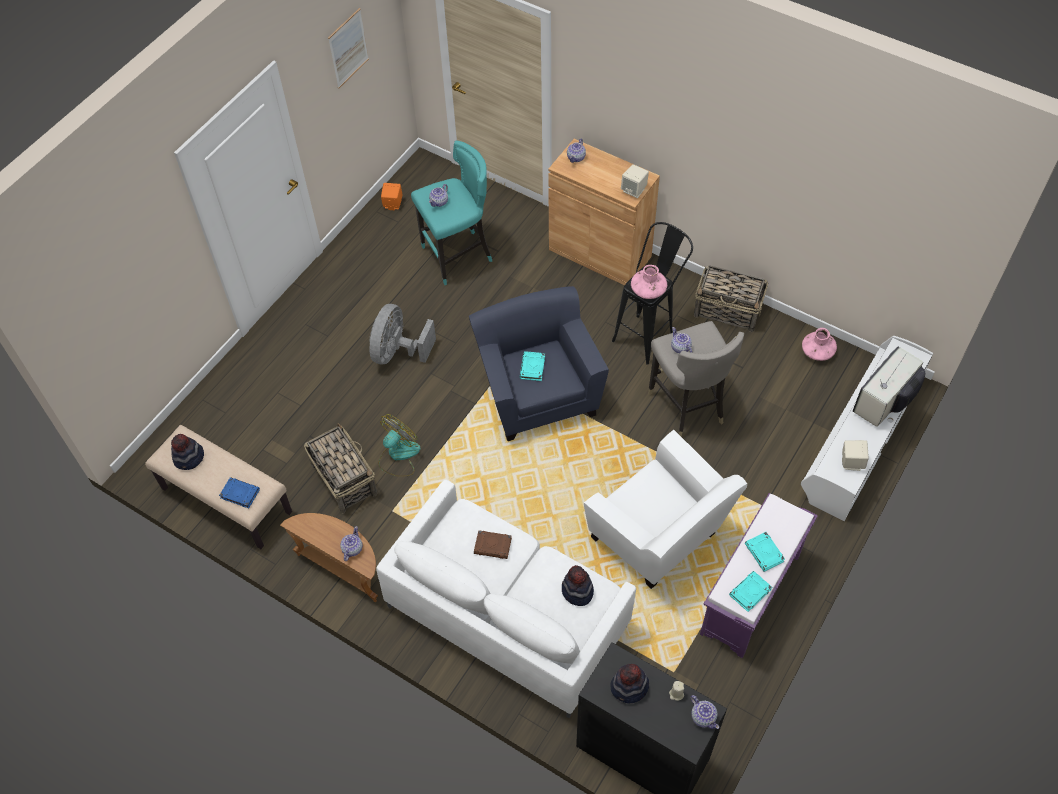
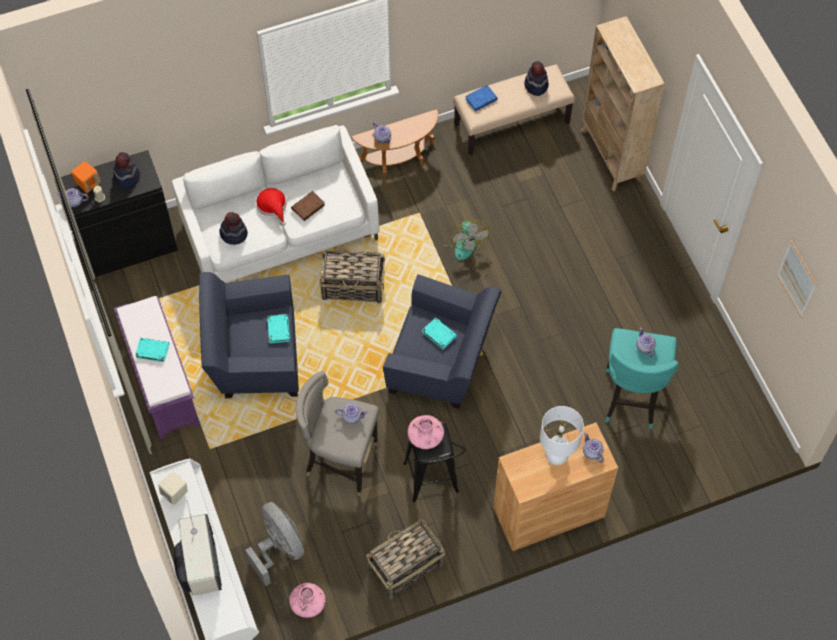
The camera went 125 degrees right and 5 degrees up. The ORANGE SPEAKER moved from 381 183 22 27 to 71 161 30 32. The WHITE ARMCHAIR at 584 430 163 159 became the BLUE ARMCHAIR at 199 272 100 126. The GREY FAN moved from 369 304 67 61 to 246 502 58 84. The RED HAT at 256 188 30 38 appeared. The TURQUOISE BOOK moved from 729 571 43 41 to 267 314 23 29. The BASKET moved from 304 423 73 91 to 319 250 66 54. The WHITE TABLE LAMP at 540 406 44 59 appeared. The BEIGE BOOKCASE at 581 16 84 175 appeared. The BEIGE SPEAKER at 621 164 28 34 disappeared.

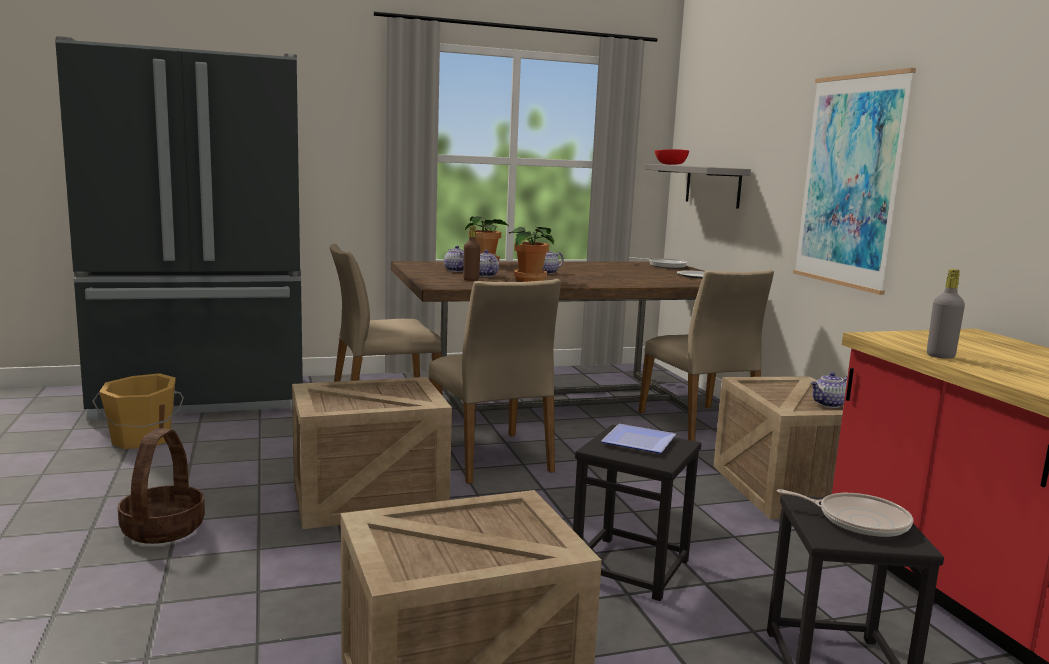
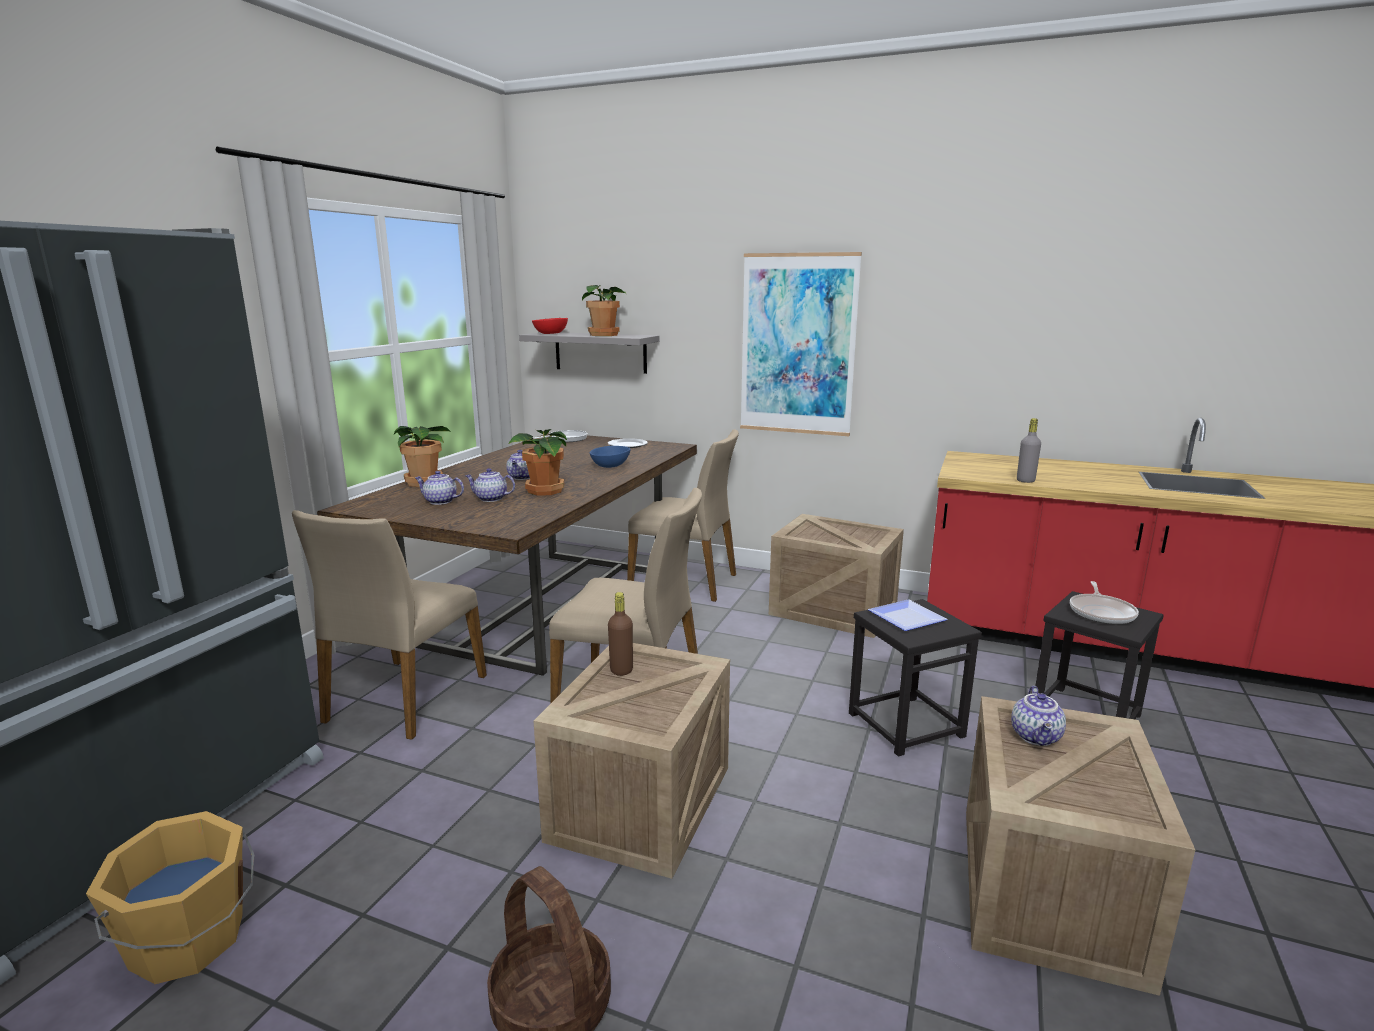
The camera went 50 degrees left and 5 degrees up. The POTTED PLANT at 582 285 44 51 appeared. The BLUE BOWL at 590 446 41 22 appeared. The BROWN BOTTLE moved from 463 226 18 55 to 608 592 25 84. The TEAPOT moved from 811 372 37 36 to 1011 686 55 60. The FRYING PAN at 777 489 136 48 turned 135 degrees clockwise.

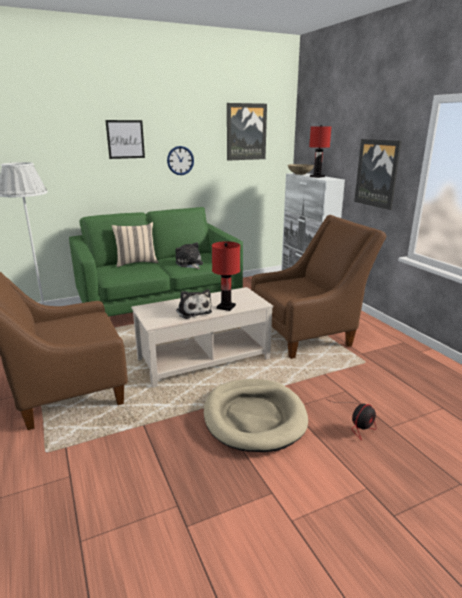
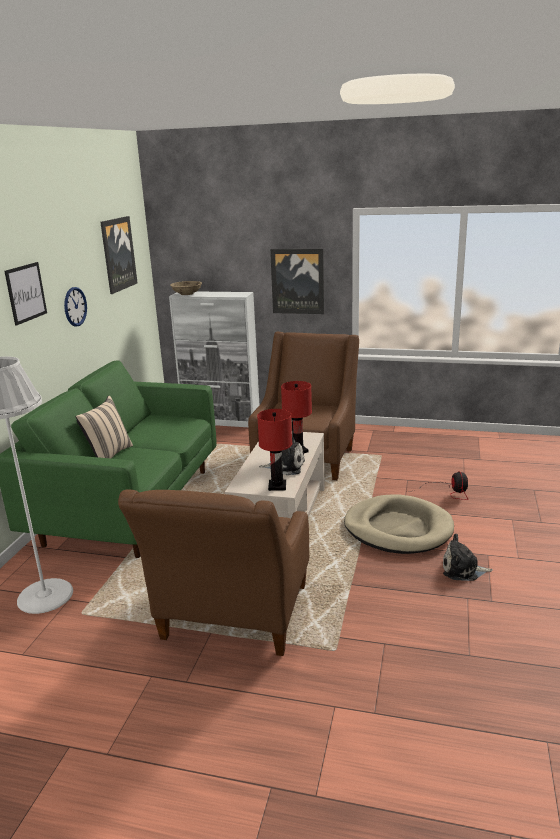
The camera went 50 degrees left and 0 degrees up. The RED TABLE LAMP moved from 309 125 23 53 to 257 409 35 82. The PLUSH TOY moved from 176 242 27 27 to 443 534 50 47.

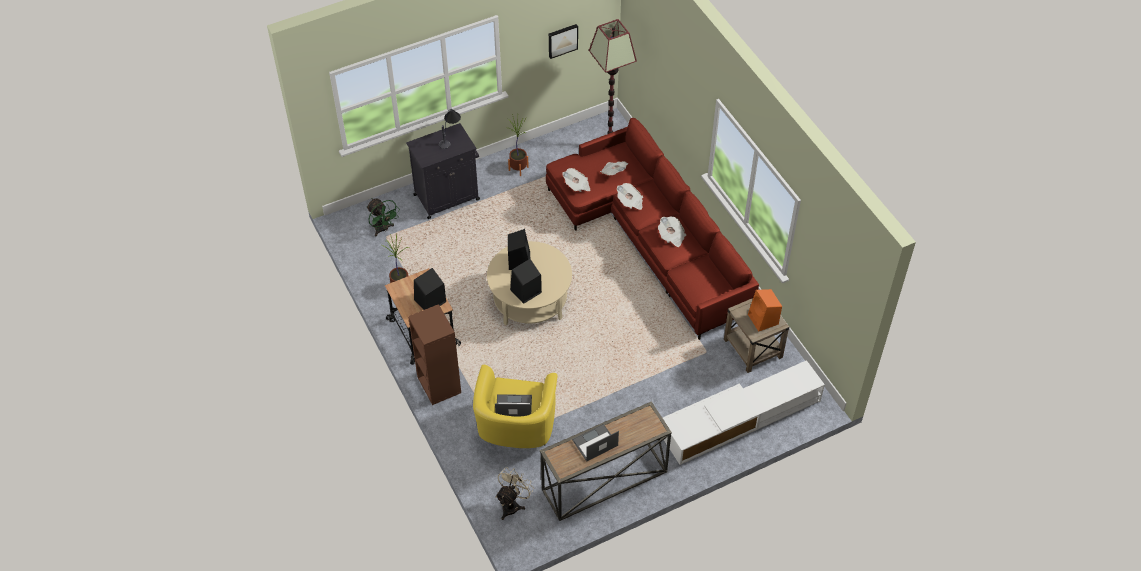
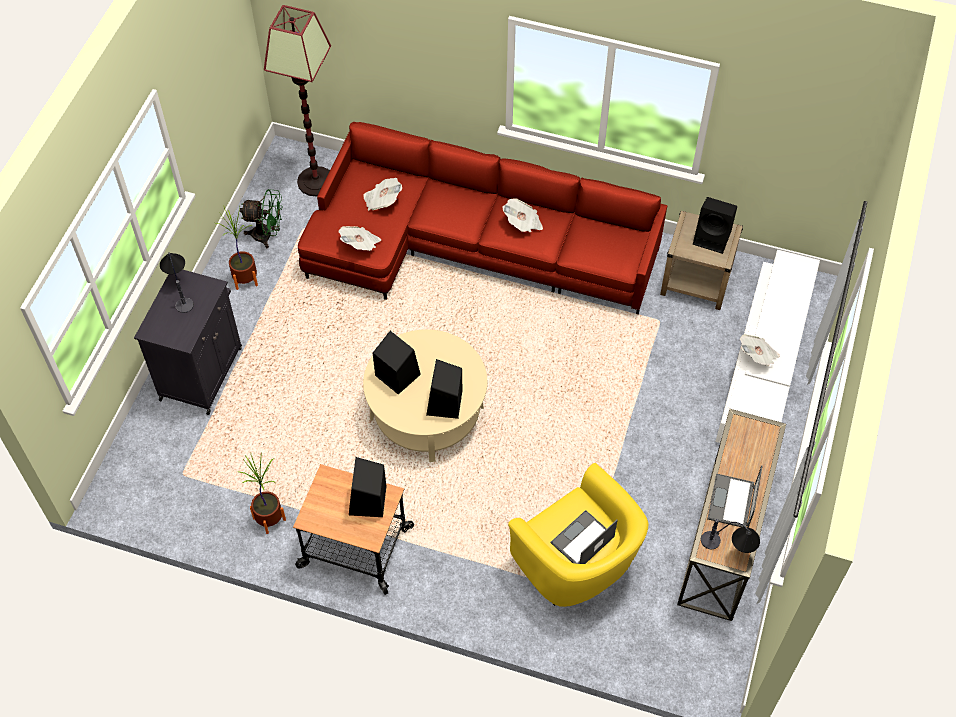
The camera went 45 degrees left and 5 degrees up. The GREEN FAN moved from 366 199 34 37 to 240 189 43 59. The ORANGE SPEAKER at 748 289 34 43 became the BLACK SPEAKER at 693 197 44 57. The TABLE LAMP at 701 519 59 34 appeared. The NEWSPAPER moved from 617 183 26 27 to 740 334 40 32. The BROWN BOOKCASE at 408 304 53 101 disappeared. The BEIGE FAN at 496 467 38 53 disappeared. The PICTURE at 549 24 29 35 disappeared.

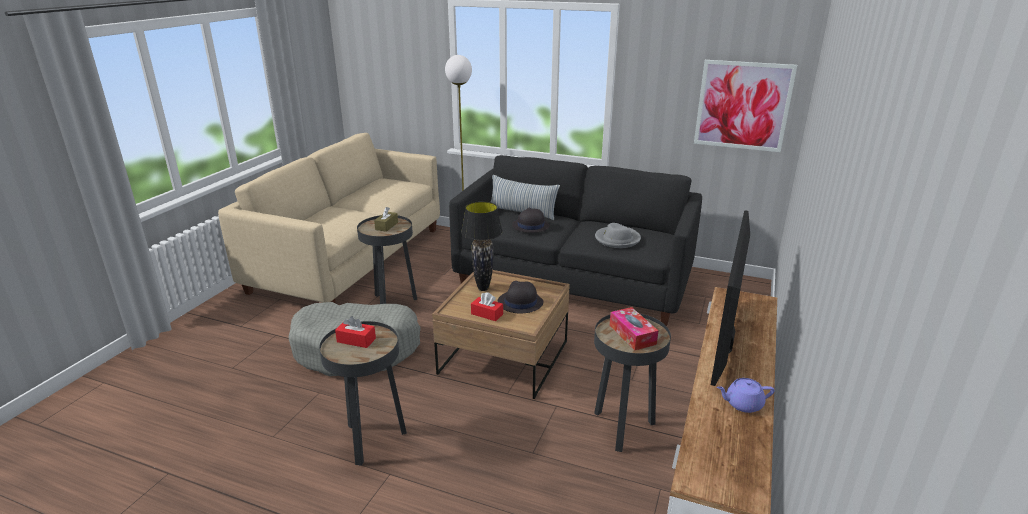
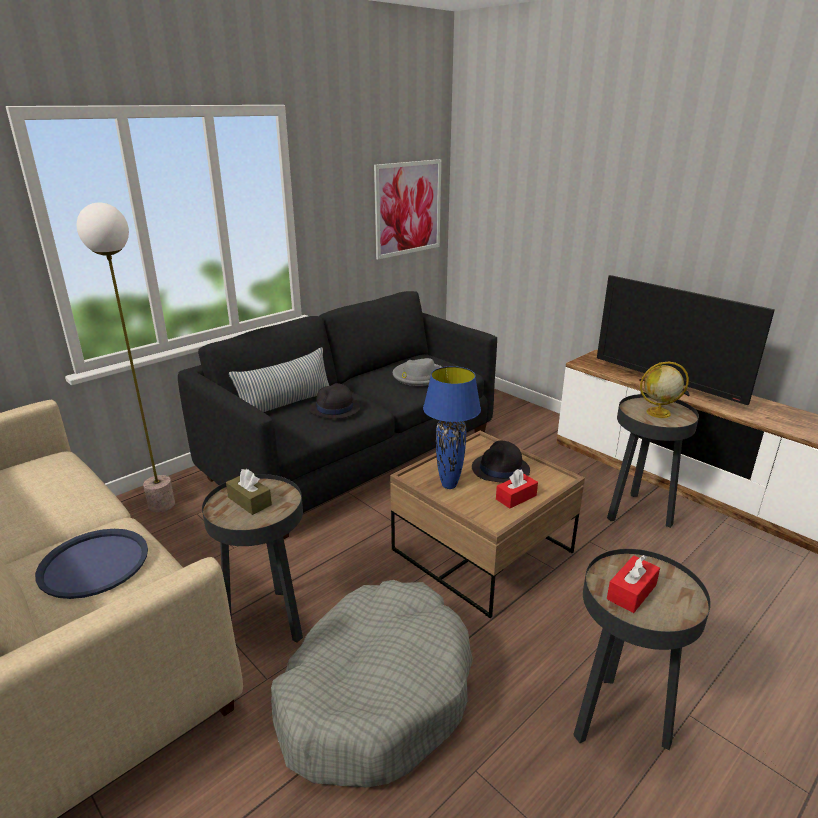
The camera went 65 degrees left and 0 degrees up. The BLUE TRAY at 35 529 113 70 appeared. The BLACK TABLE LAMP at 461 201 42 90 became the BLUE TABLE LAMP at 423 366 58 123. The TISSUE BOX at 610 307 48 43 was replaced by the GLOBE at 640 362 49 56. The PURPLE TEAPOT at 717 378 57 35 disappeared.

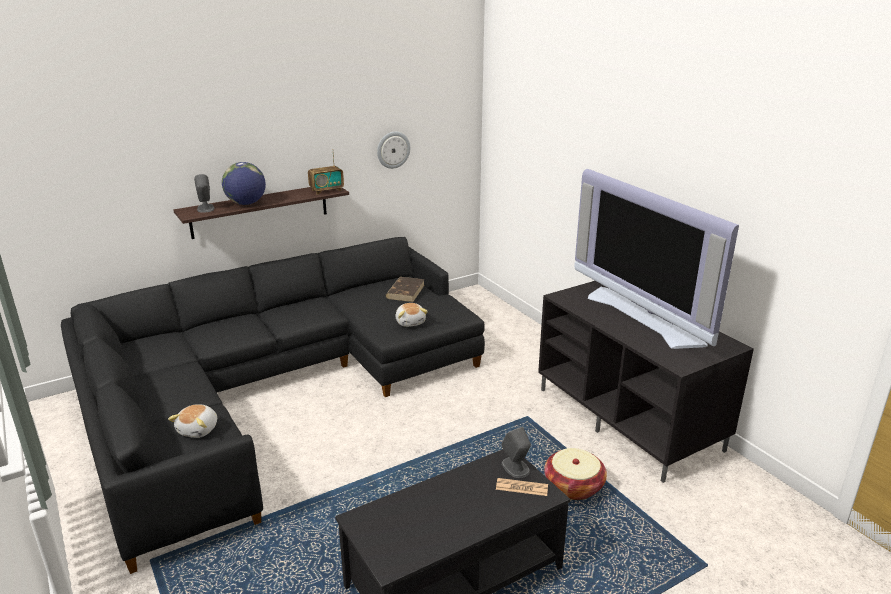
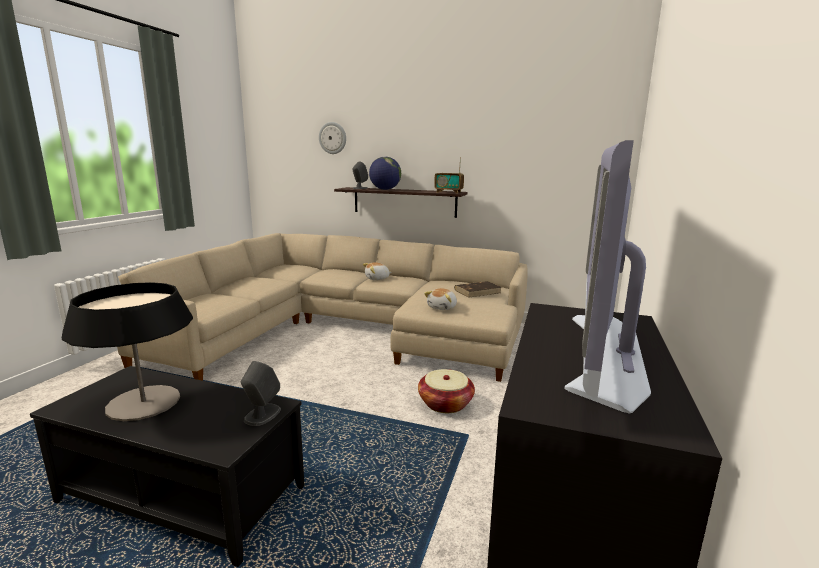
The camera went 50 degrees right and 10 degrees down. The TABLE LAMP at 62 282 131 139 appeared. The BLACK SOFA at 61 237 424 337 became the BEIGE SOFA at 117 233 411 149. The WALL CLOCK moved from 377 132 33 37 to 319 122 27 32. The PLUSH TOY moved from 168 404 49 34 to 363 262 29 18. The BASKET moved from 544 448 63 52 to 418 369 57 44. The NEWSPAPER at 496 478 52 18 disappeared.

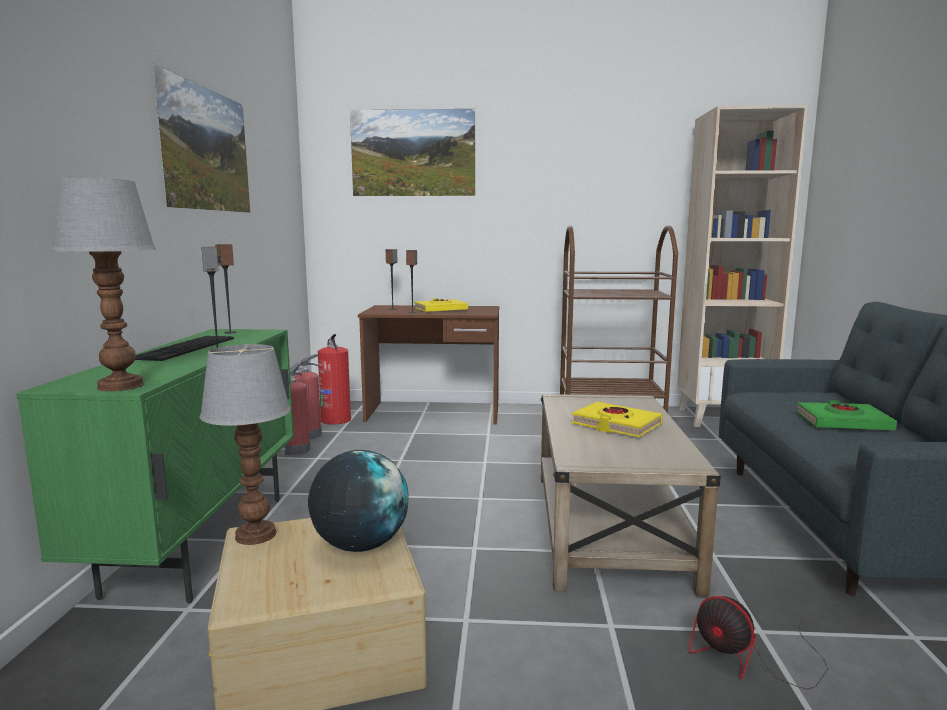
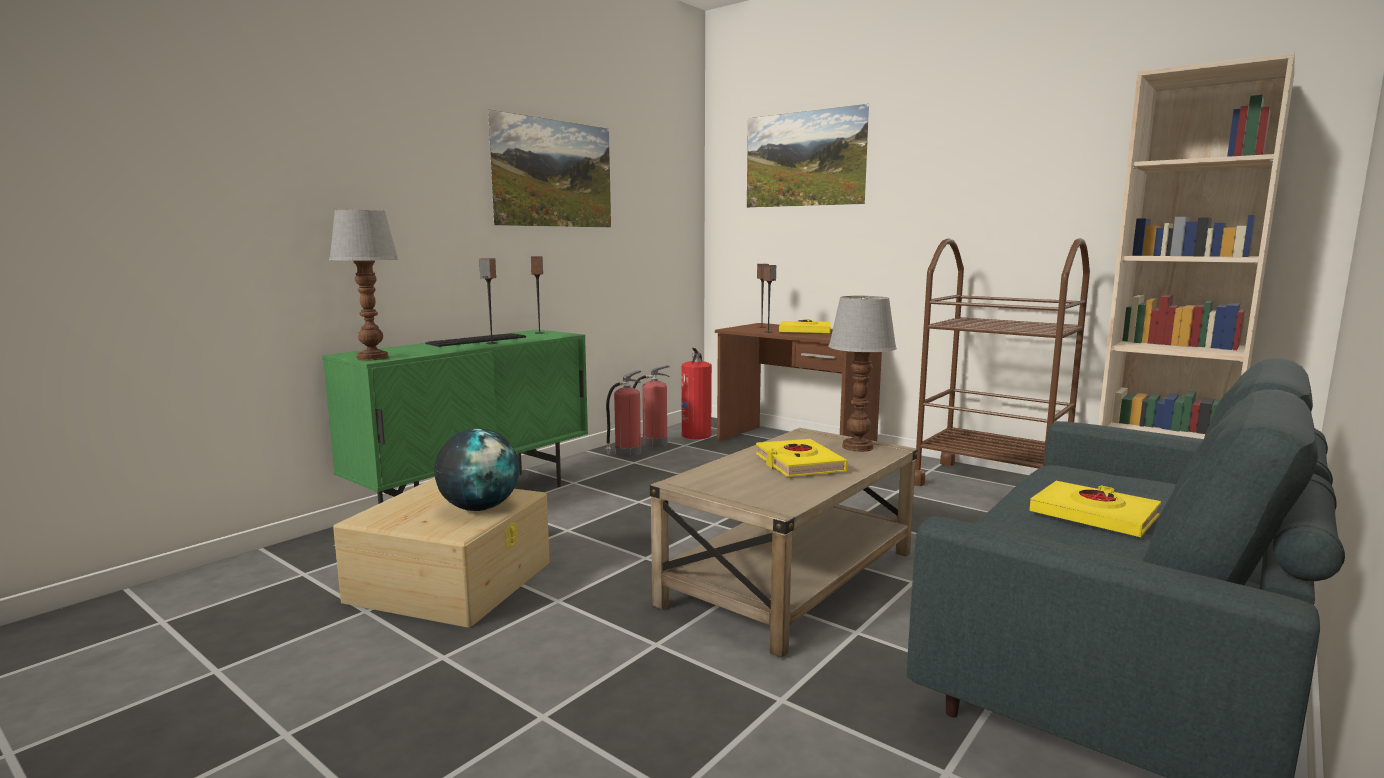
The camera went 35 degrees right and 0 degrees up. The TABLE LAMP moved from 199 344 92 201 to 828 296 69 156. The GREEN BOOK at 796 400 101 30 became the YELLOW BOOK at 1029 481 132 56. The FAN at 689 596 139 94 disappeared.

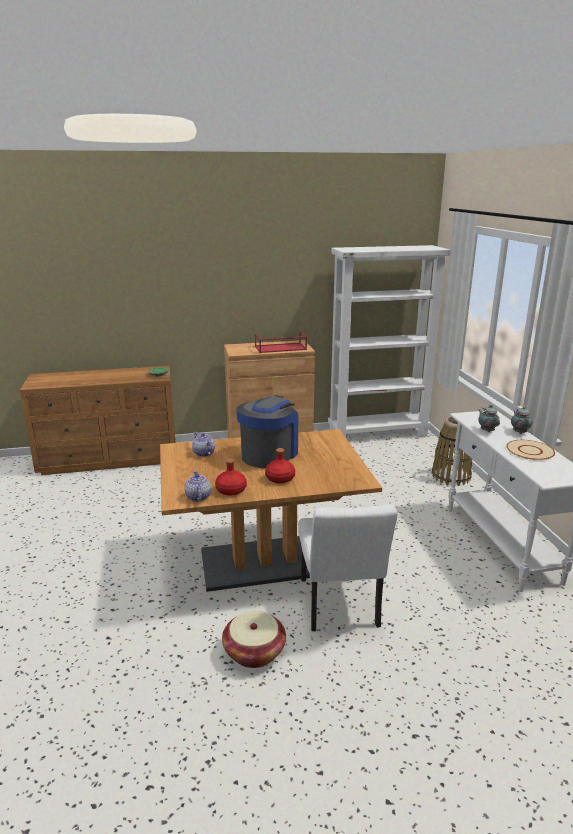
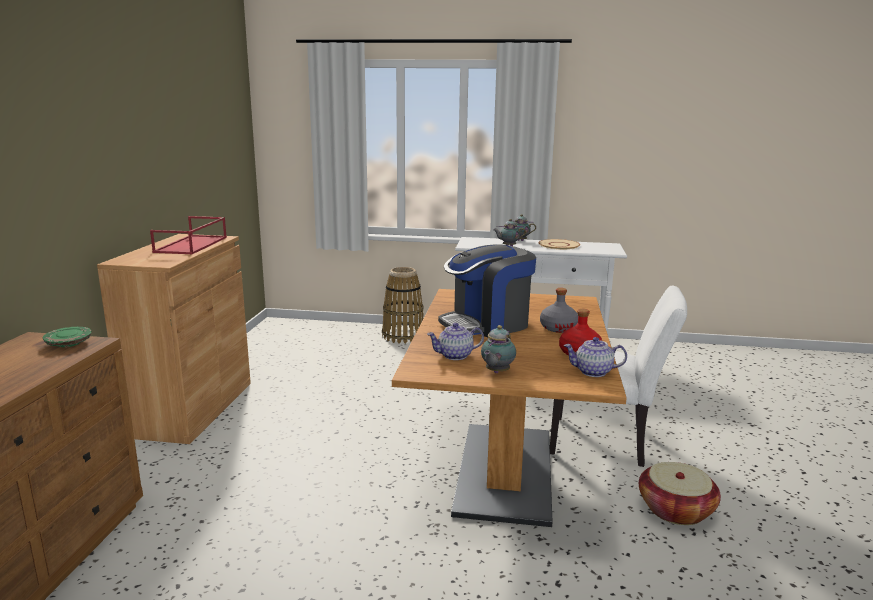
The camera went 70 degrees left and 5 degrees down. The COFFEE MACHINE at 236 395 62 73 turned 75 degrees counterclockwise. The TEAPOT at 481 325 35 48 appeared. The RED BOTTLE at 265 448 30 36 became the GREY BOTTLE at 540 288 38 45. The WHITE BOOKCASE at 328 245 122 192 disappeared.

